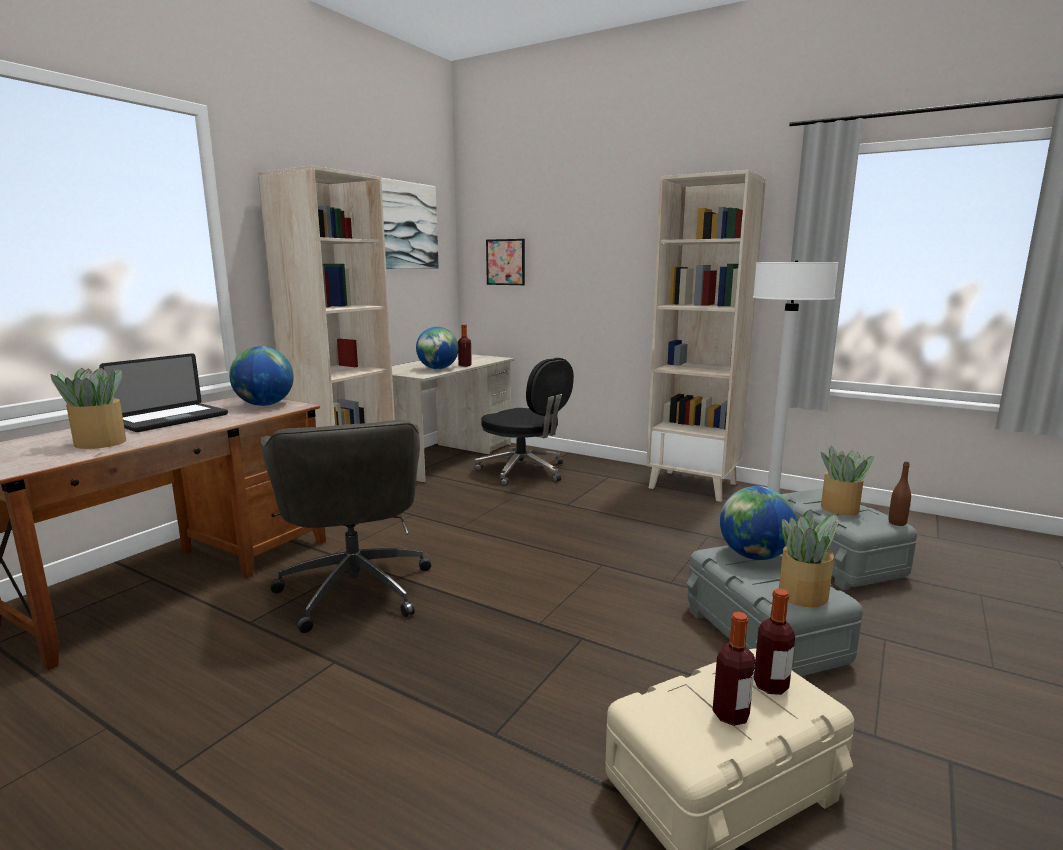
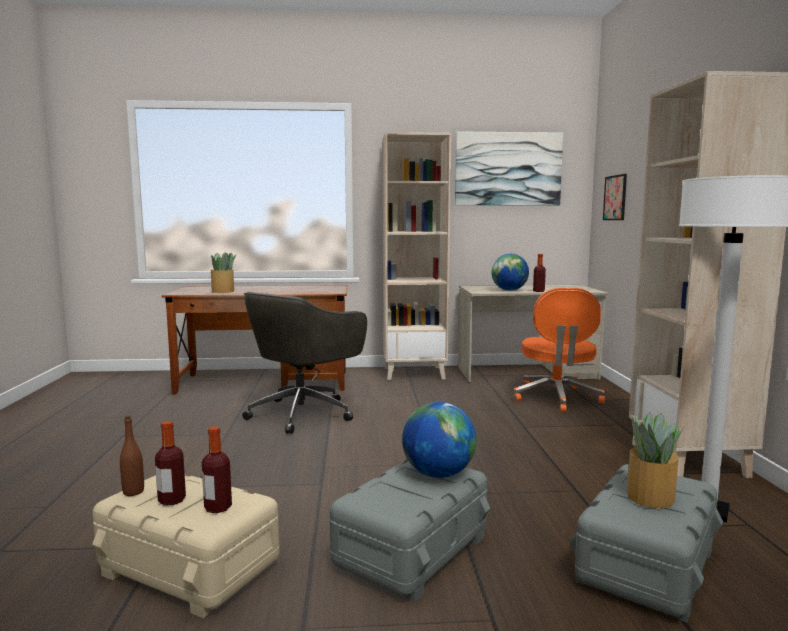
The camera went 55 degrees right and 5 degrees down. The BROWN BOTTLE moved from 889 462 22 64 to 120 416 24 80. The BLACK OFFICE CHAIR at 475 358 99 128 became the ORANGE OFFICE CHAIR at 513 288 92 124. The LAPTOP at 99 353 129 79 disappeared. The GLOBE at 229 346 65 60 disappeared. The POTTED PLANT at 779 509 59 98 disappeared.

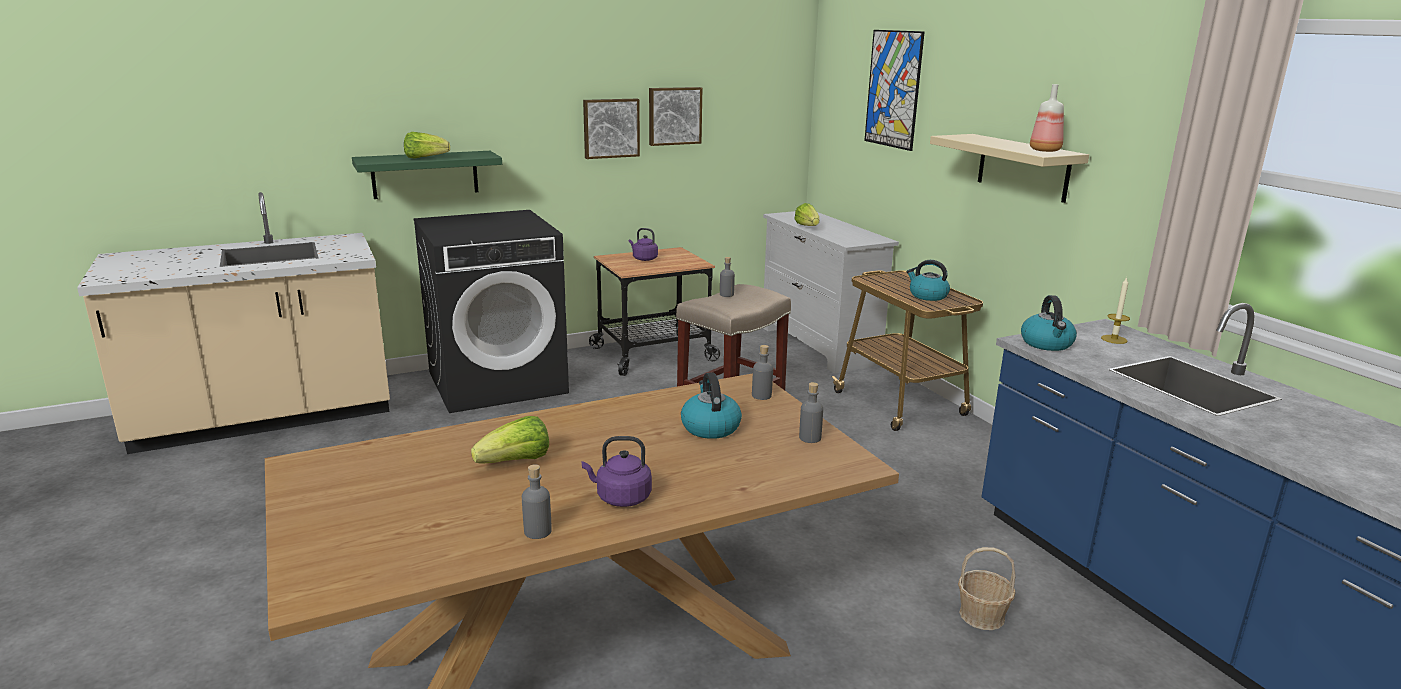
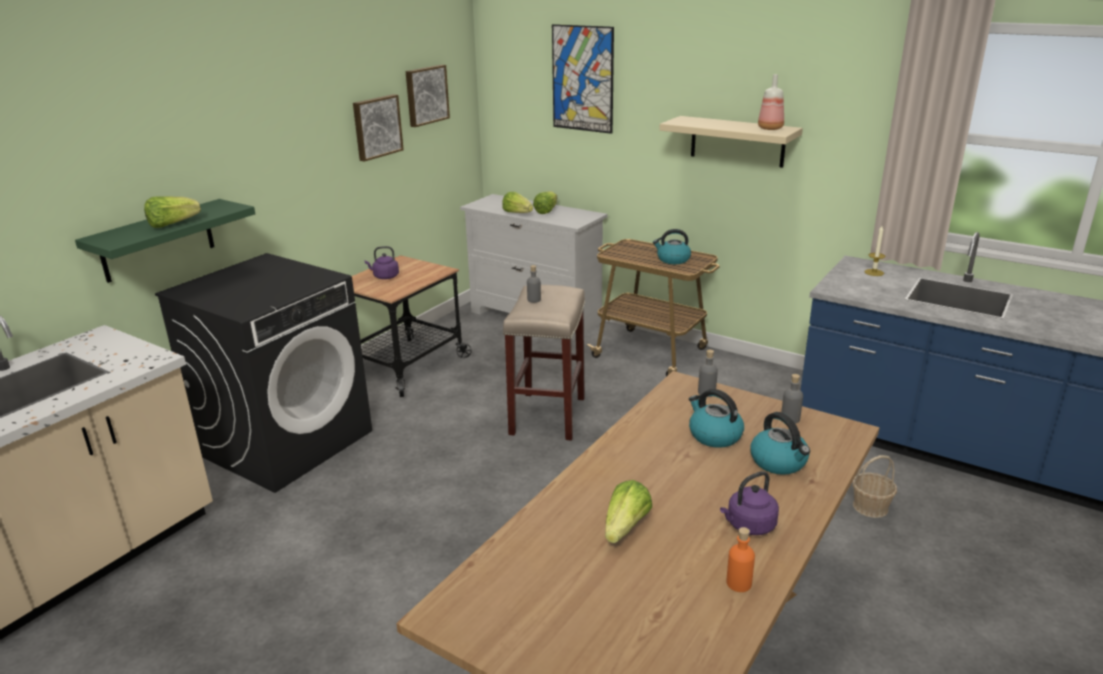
The camera went 30 degrees left and 5 degrees up. The PICTURE moved from 583 99 57 60 to 406 65 44 62. The LETTUCE at 533 191 24 23 appeared. The GREY BOTTLE at 522 464 30 75 became the ORANGE BOTTLE at 726 527 29 65. The KETTLE moved from 1021 295 56 56 to 750 412 60 63.

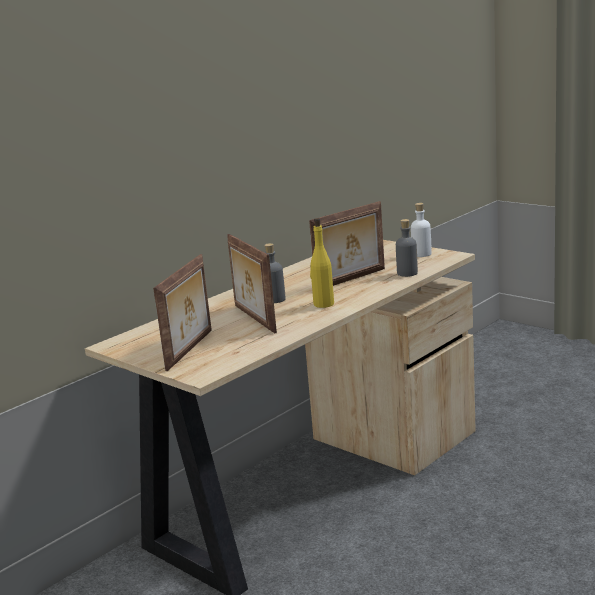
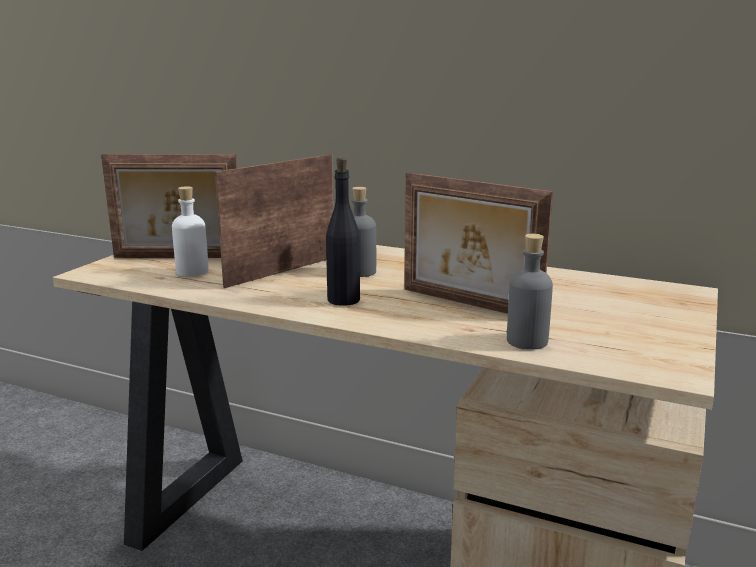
The camera went 70 degrees right and 0 degrees up. The WHITE BOTTLE moved from 411 203 21 54 to 172 186 37 91. The YELLOW BOTTLE at 310 218 24 90 became the BLACK BOTTLE at 326 157 34 149.

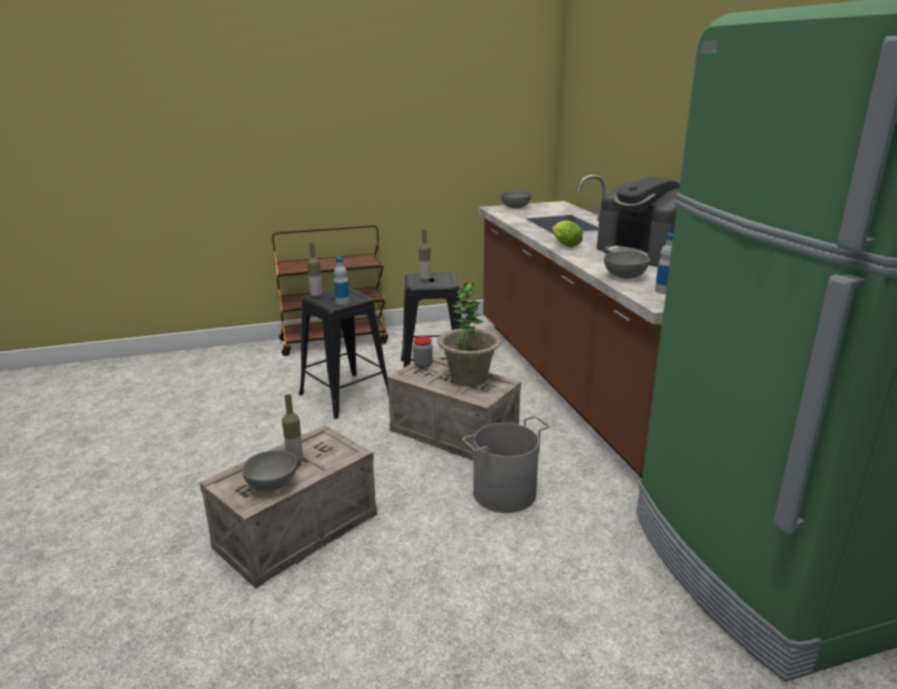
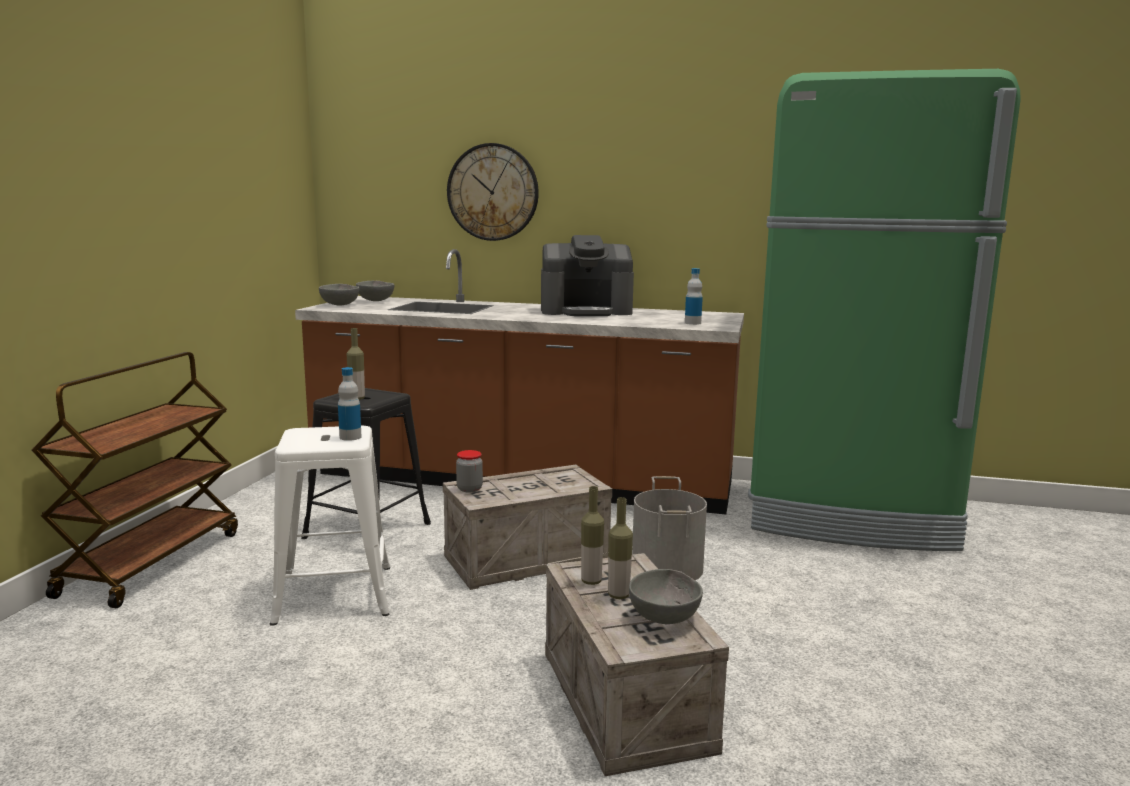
The camera went 60 degrees left and 10 degrees down. The BLACK STOOL at 299 288 90 131 became the WHITE STOOL at 270 426 120 200. The GREY BOWL moved from 604 251 46 28 to 356 281 38 20. The WALL CLOCK at 447 143 92 98 appeared. The BOTTLE moved from 307 243 15 54 to 581 486 23 99. The POTTED PLANT at 437 282 64 104 disappeared. The LETTUCE at 552 220 31 27 disappeared.

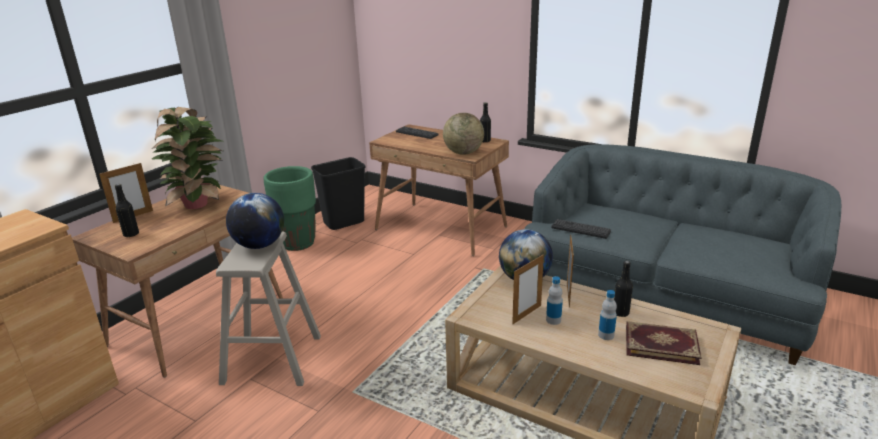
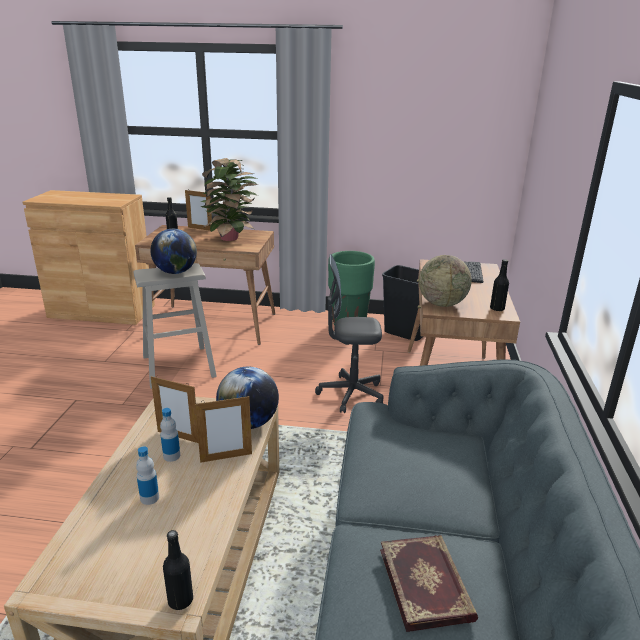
The camera went 65 degrees right and 0 degrees up. The BLACK BOTTLE moved from 614 261 19 56 to 163 530 30 80. The GREY OFFICE CHAIR at 315 254 69 159 appeared. The BOOK moved from 626 321 75 44 to 380 535 98 97. The KEYBOARD at 551 219 60 20 disappeared.

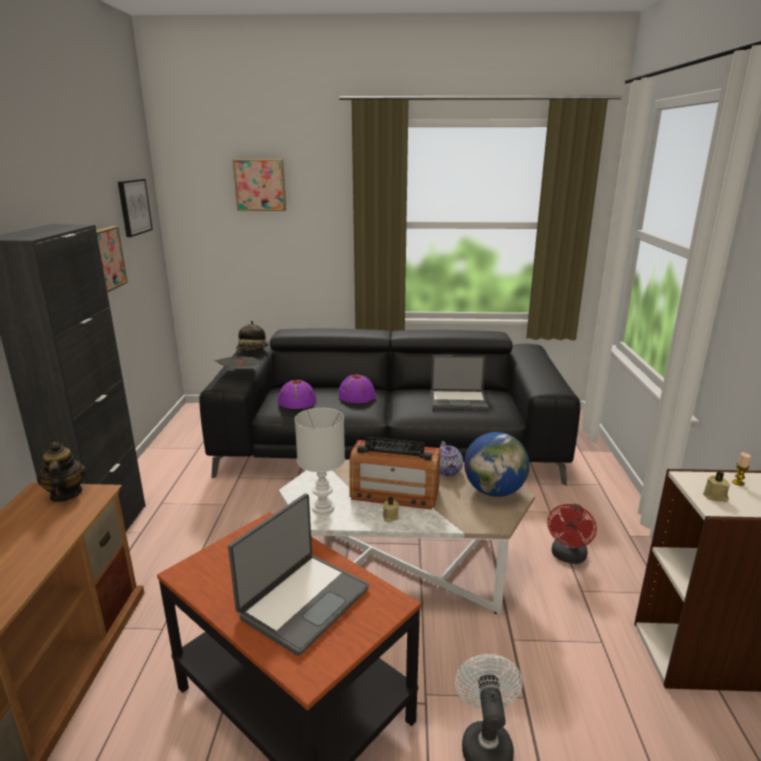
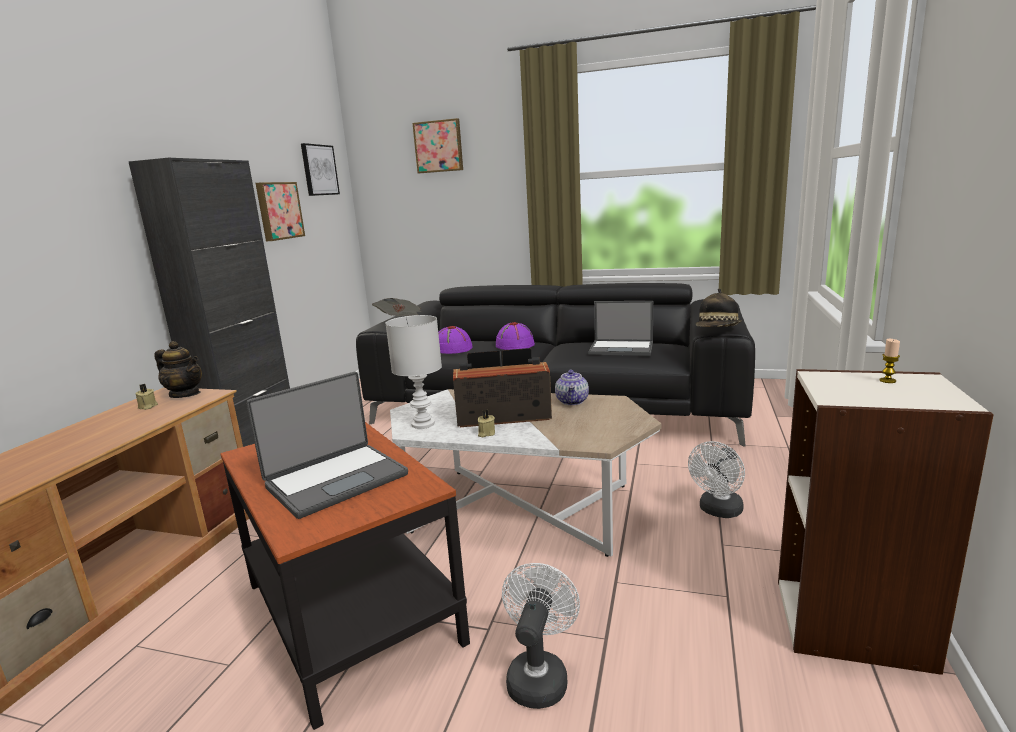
The camera went 15 degrees right and 5 degrees down. The BEIGE CANDLE moved from 703 472 27 30 to 136 384 22 26. The TEAPOT at 37 442 50 60 turned 120 degrees clockwise. The RADIO at 349 437 92 73 turned 150 degrees clockwise. The RED FAN at 547 504 50 60 became the WHITE FAN at 688 441 57 77. The HAT moved from 236 321 32 29 to 696 288 46 39. The GLOBE at 464 432 65 65 disappeared.

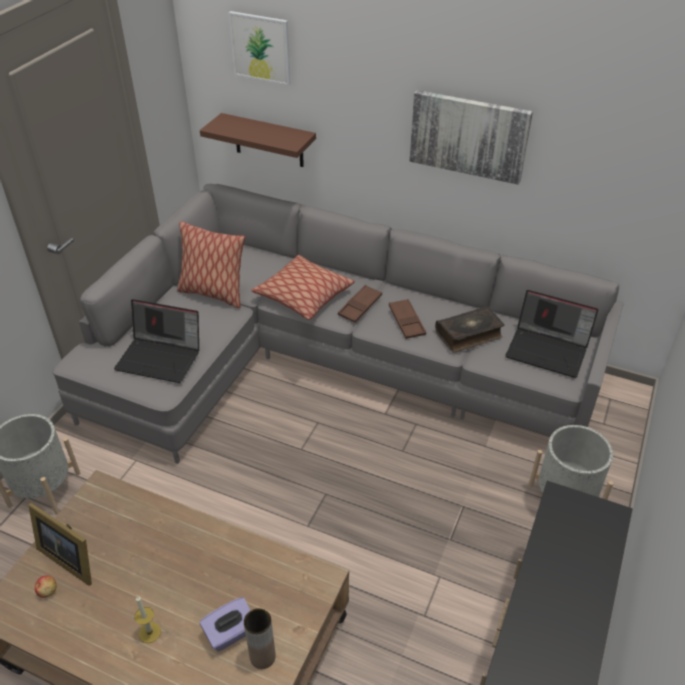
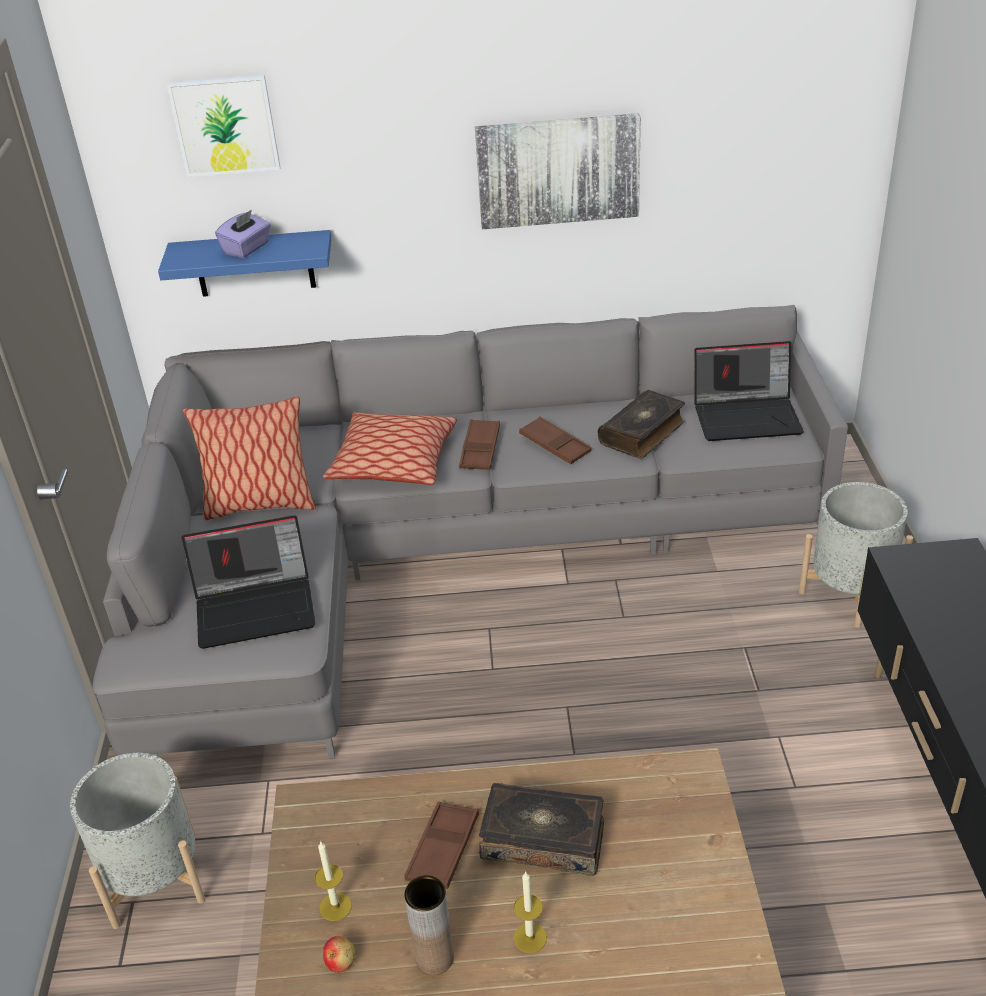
The camera went 25 degrees left and 5 degrees down. The BROWN SHELF at 200 113 116 54 became the BLUE SHELF at 158 230 174 67. The PURPLE TISSUE BOX moved from 200 597 51 54 to 215 210 56 48. The PICTURE FRAME at 28 503 64 83 was replaced by the CANDLE at 315 842 37 79. The BROWN TRAY at 404 802 75 87 appeared. The BROWN VASE moved from 244 608 32 61 to 404 875 50 100. The BOOK at 479 783 125 93 appeared.

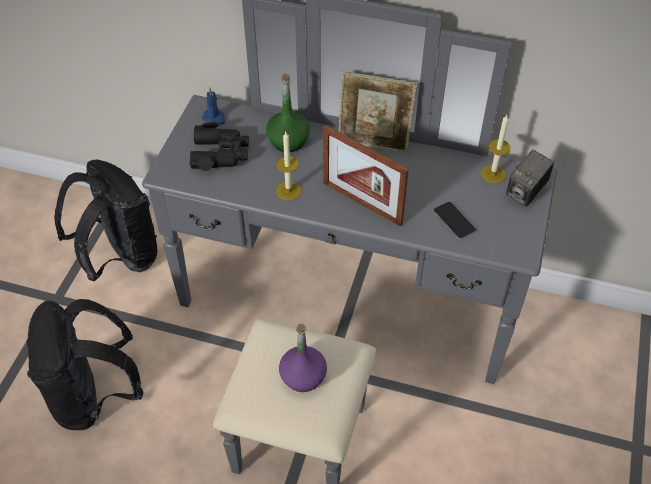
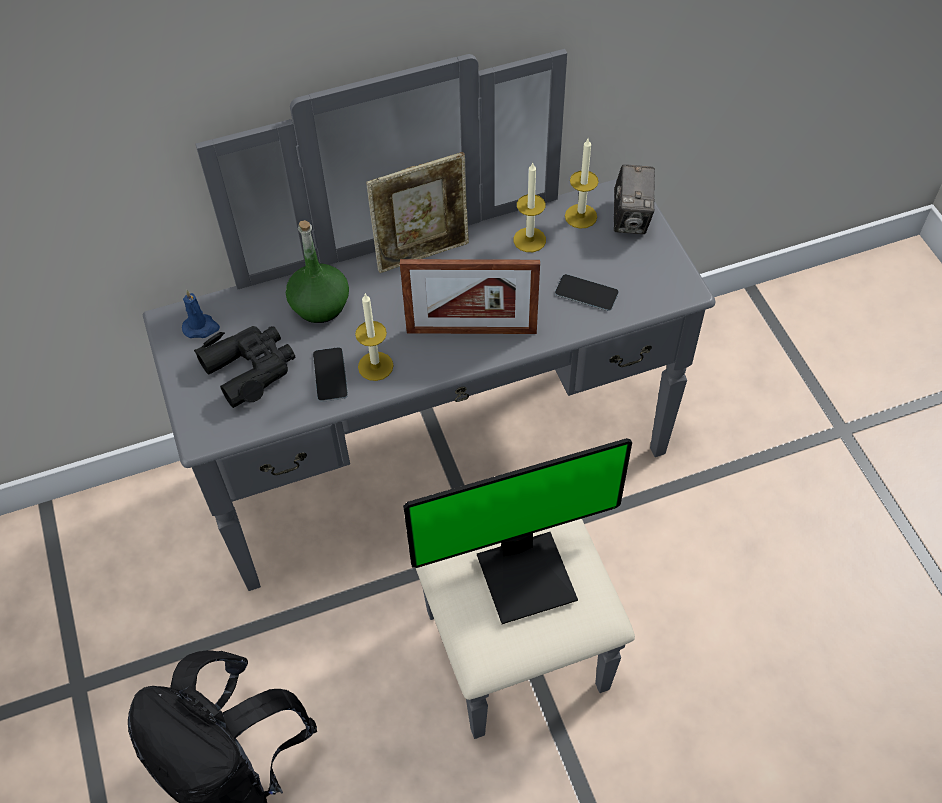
The camera went 35 degrees left and 5 degrees up. The PHONE at 313 347 35 55 appeared. The PURPLE BOTTLE at 279 324 48 68 was replaced by the MONITOR at 403 438 229 186. The CANDLE at 514 163 32 89 appeared. The BLACK BACKPACK at 54 160 103 121 disappeared.

